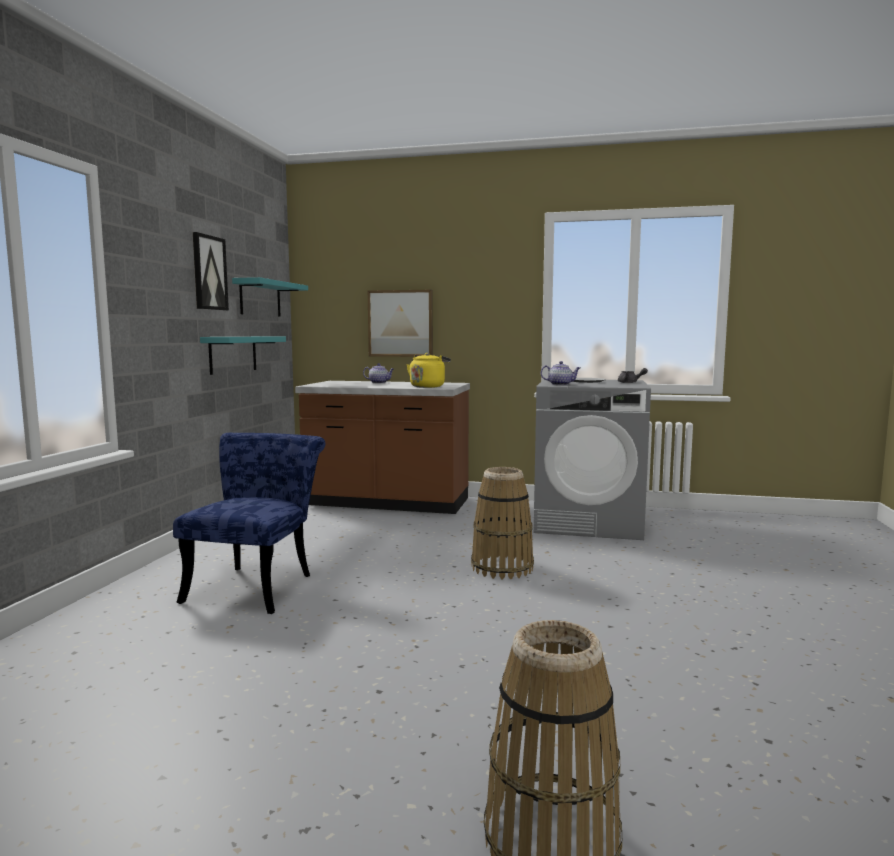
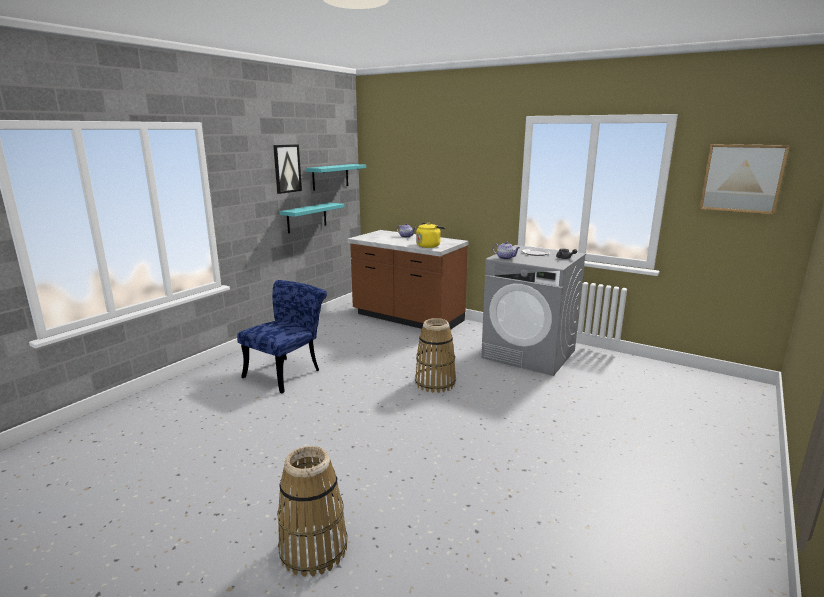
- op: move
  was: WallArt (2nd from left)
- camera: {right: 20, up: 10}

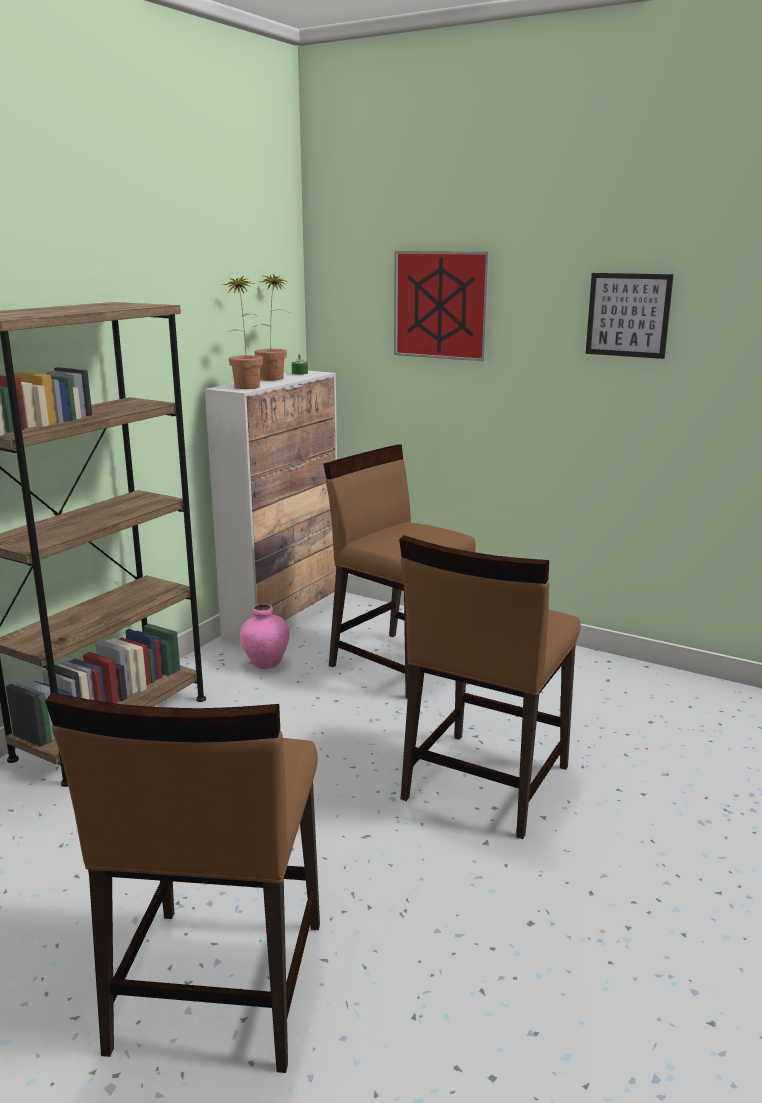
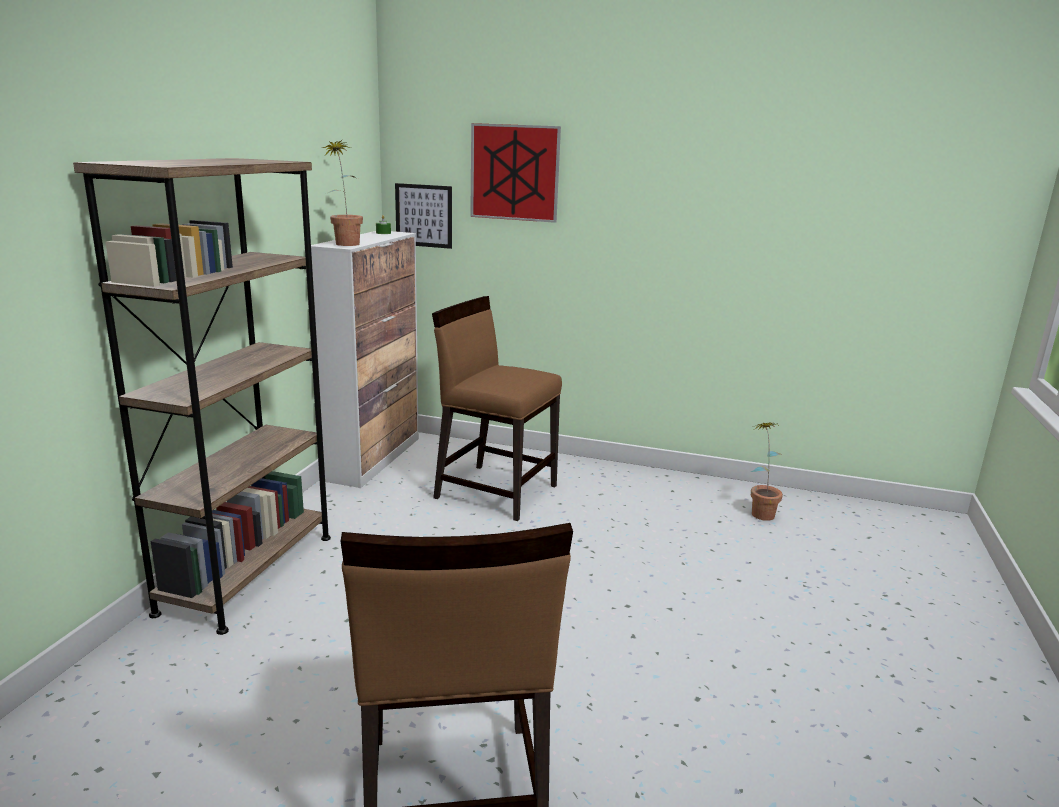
- op: move
  was: WallArt (2nd from left in the first image)
  now: WallArt (1st from left)
- op: move
  was: Houseplant (2nd from left)
- op: delete
  was: BrownishUprightChair (3rd from left)
- op: delete
  was: PinkColouredFlowerVase
- camera: {right: -15, up: 0}

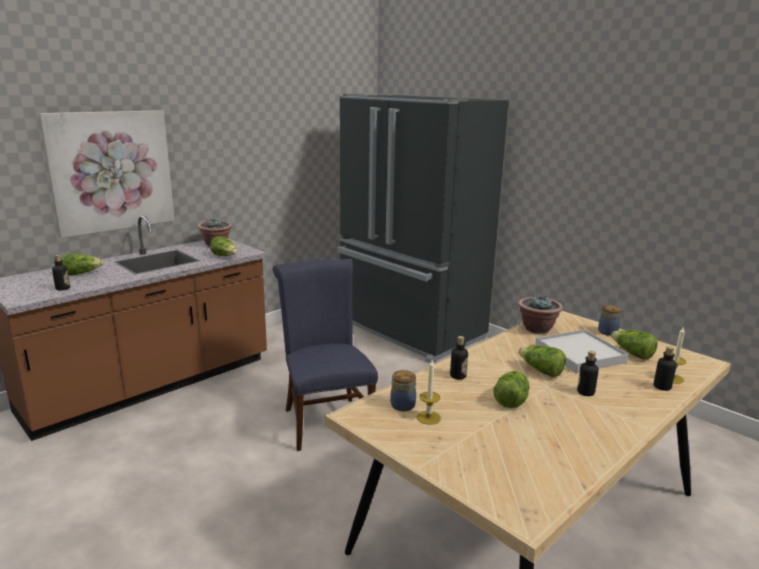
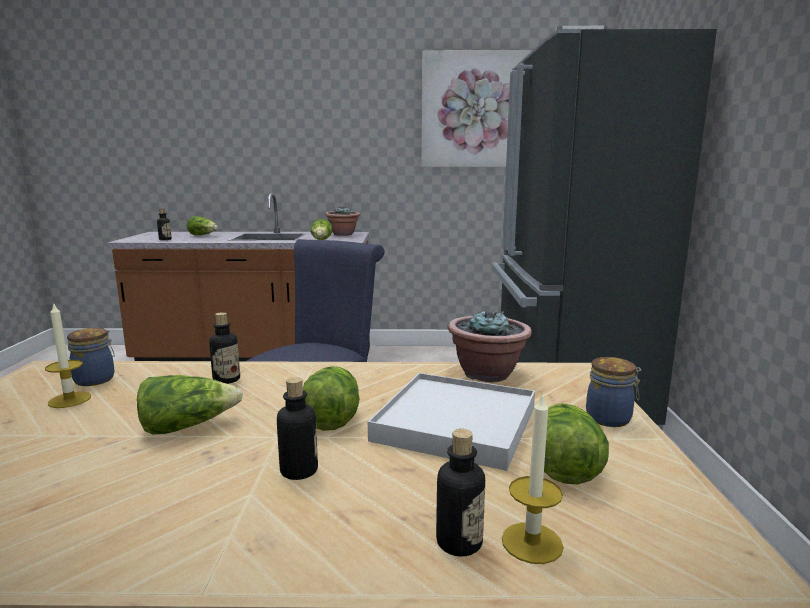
- op: move
  was: WallArt
- camera: {right: 45, up: -5}

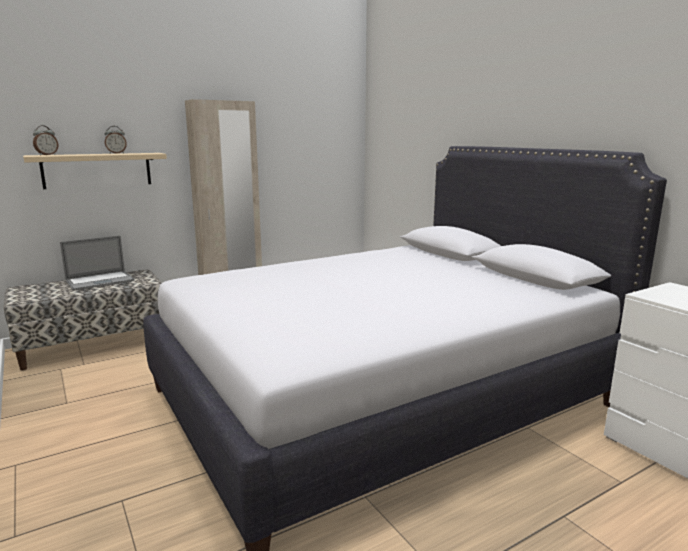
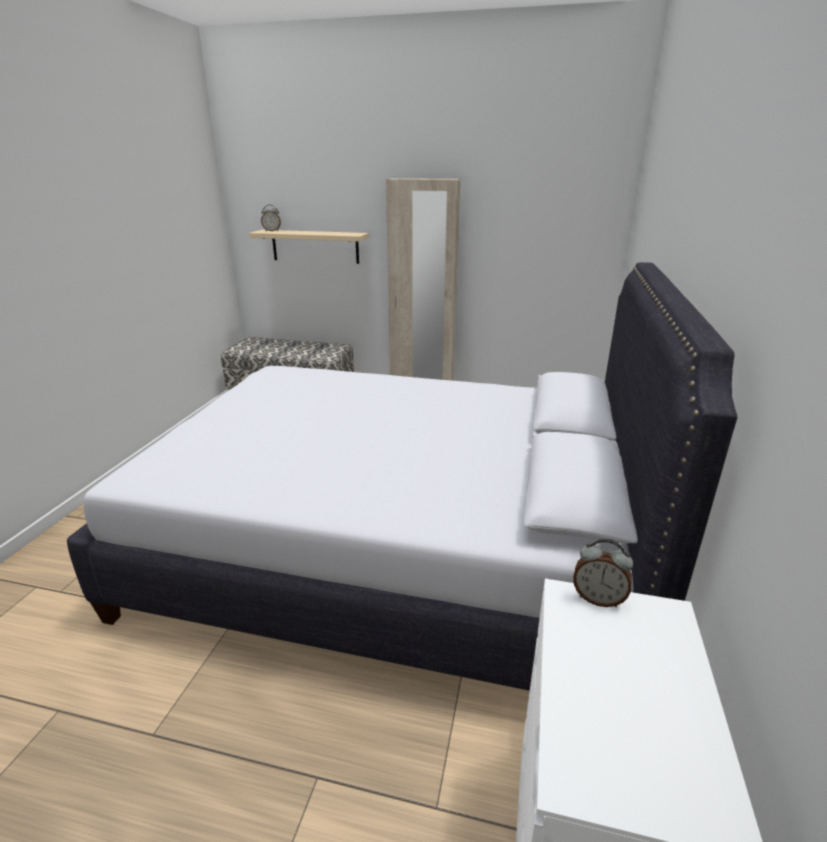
- op: move
  was: TableClock (2nd from left)
- op: delete
  was: Laptop
- camera: {right: 45, up: 10}

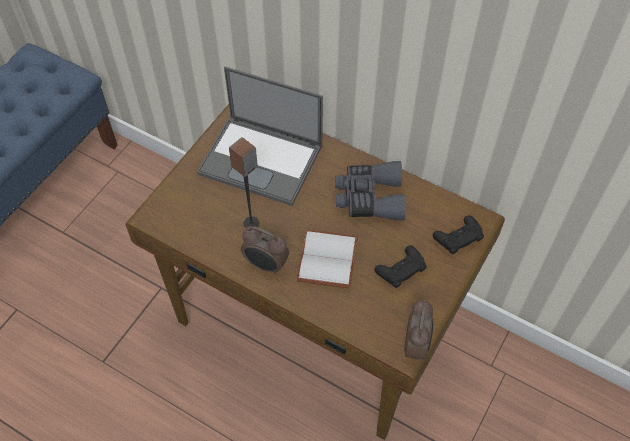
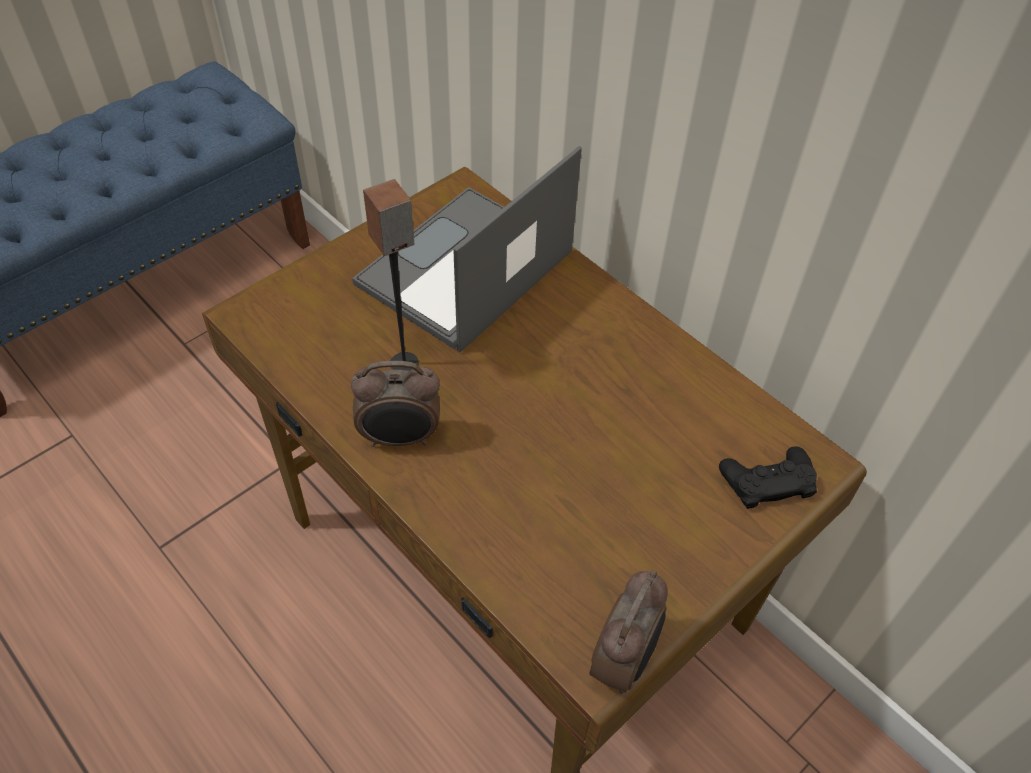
- op: rotate
  was: Laptop
  clockwise: 90
- op: delete
  was: GreyishFieldGlasses
- op: rotate
  was: TableClock (1st from left)
  clockwise: -45
- op: delete
  was: WhiteVolume
- op: delete
  was: BlackColouredJoypad (1st from left)
- camera: {right: 15, up: -5}

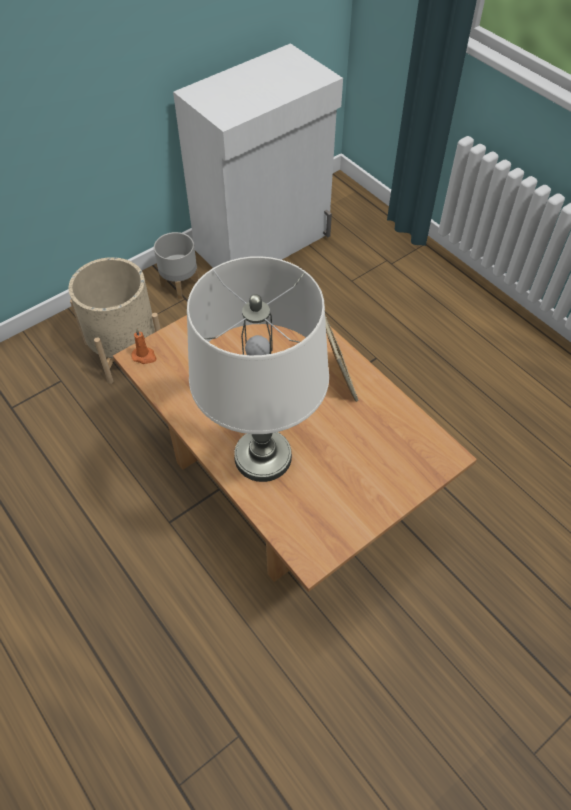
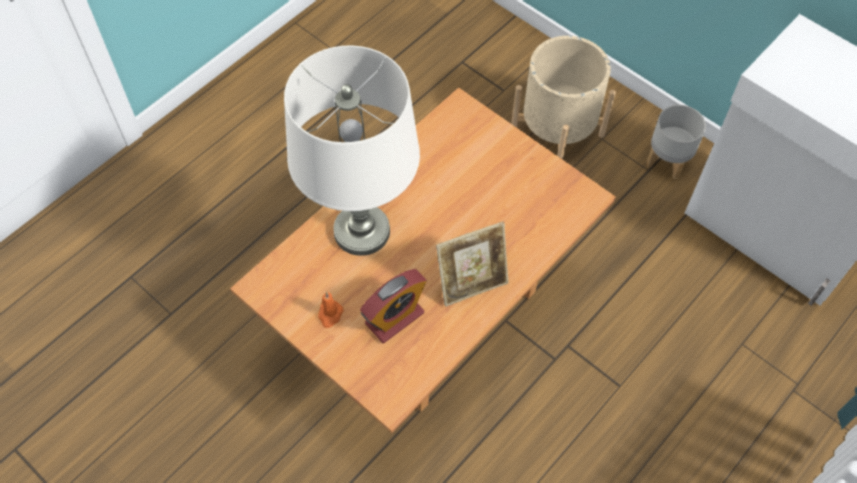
- op: move
  was: OrangeyWaxLight
- op: insert
  now: TableClock
- camera: {right: 80, up: 5}

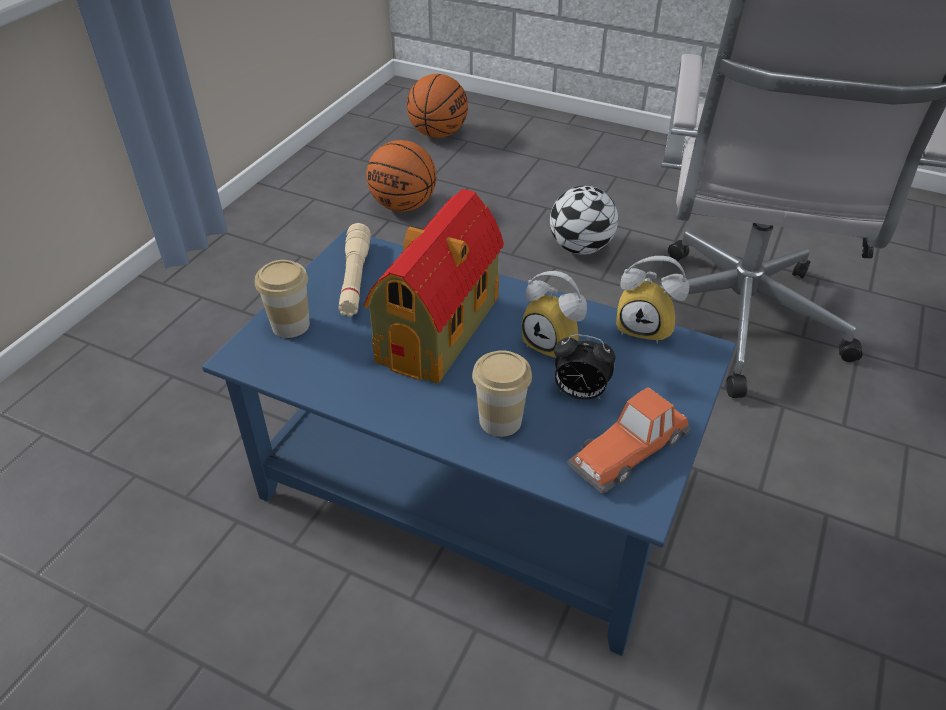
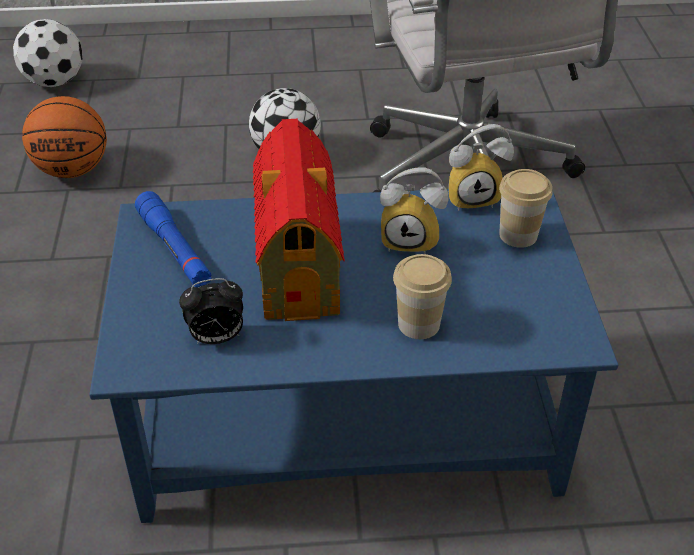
- op: replace
  was: Basketball (2nd from left)
  now: FootballBall (1st from left)
- op: recolor
  was: SandColouredHandTorch
  now: BluishHandTorch
- op: move
  was: SmallCup (1st from left in the first image)
  now: SmallCup (2nd from left)
- op: move
  was: TableClock (2nd from left in the first image)
  now: TableClock (1st from left)
- op: delete
  was: ToyCar
- camera: {right: -30, up: 0}

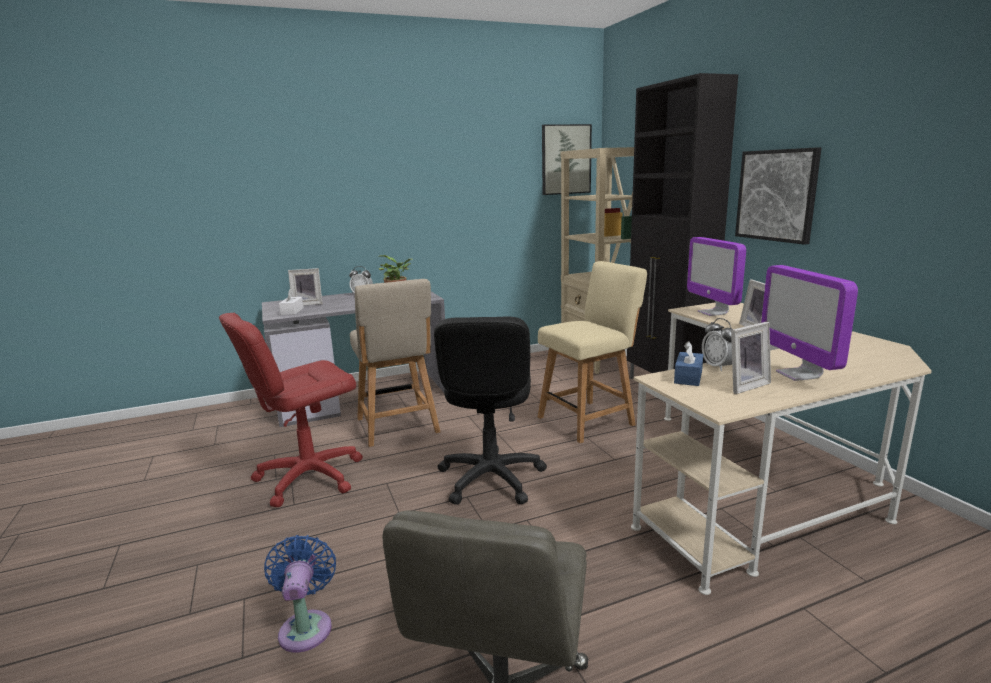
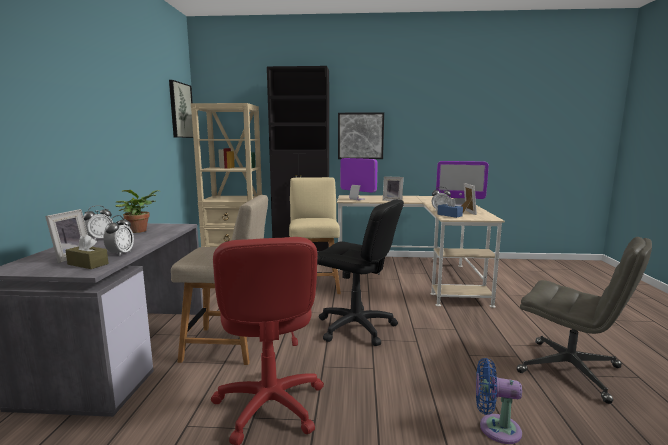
- op: rotate
  was: ComputerDisplay (1st from left)
  clockwise: -150
- op: recolor
  was: WhiteTissueBox
  now: BrownishTissueBox
- op: insert
  now: TableClock (2nd from left)
- camera: {right: -65, up: -5}

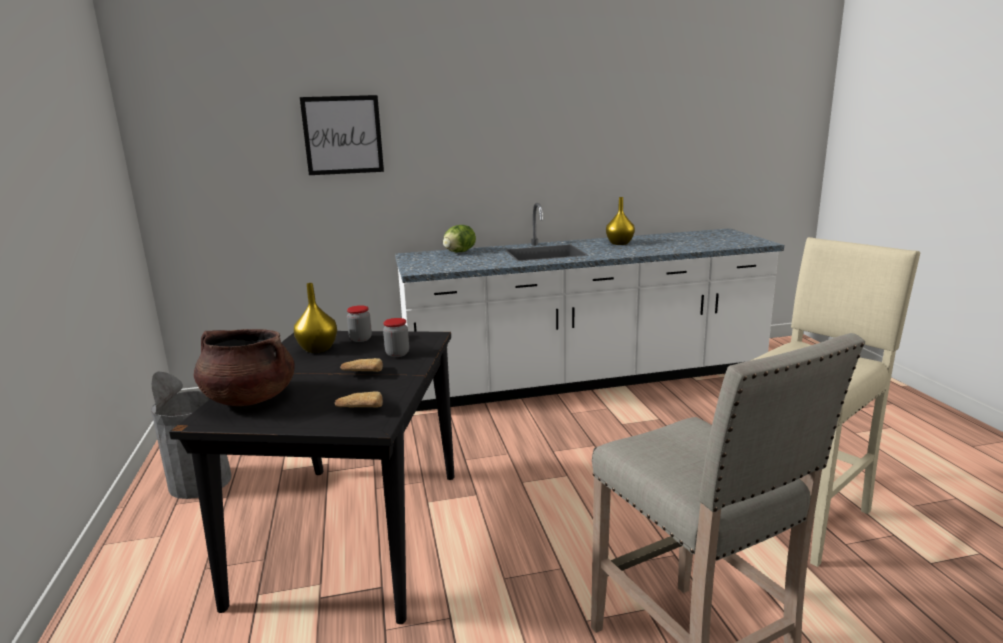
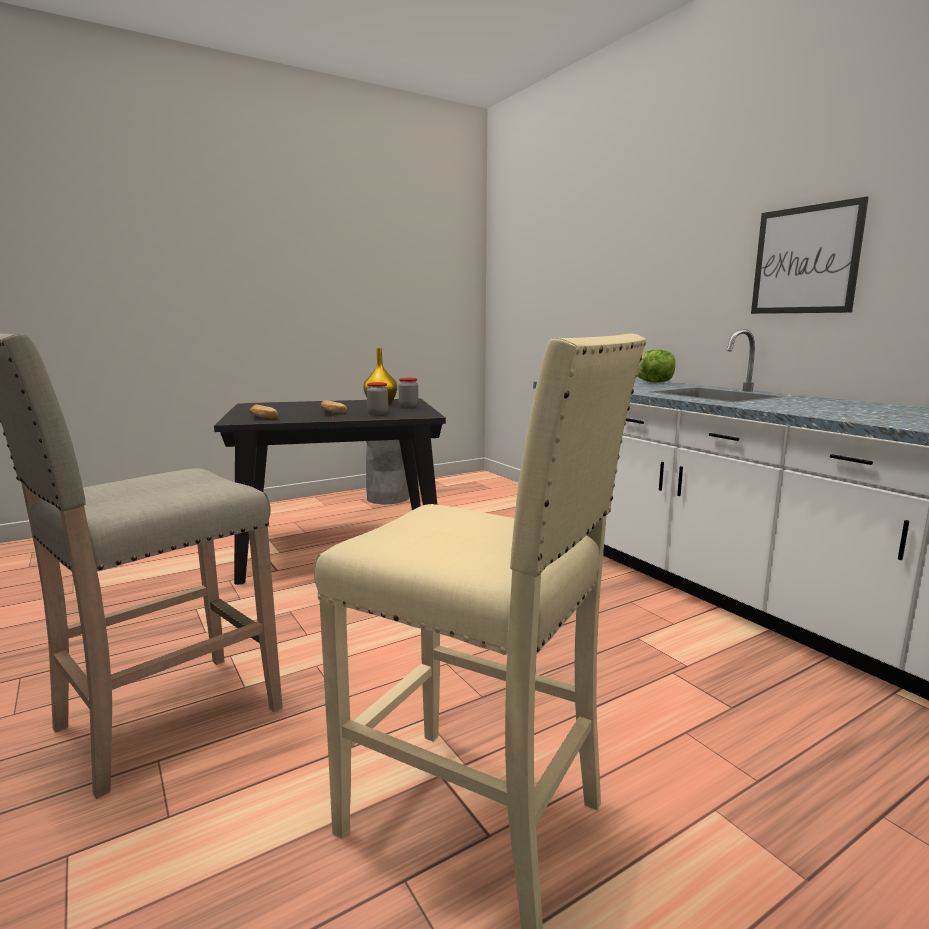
- op: move
  was: WallArt
- op: delete
  was: YellowFlowerVase (2nd from left)
- op: delete
  was: BrownishCookingPot
- camera: {right: 70, up: -5}

